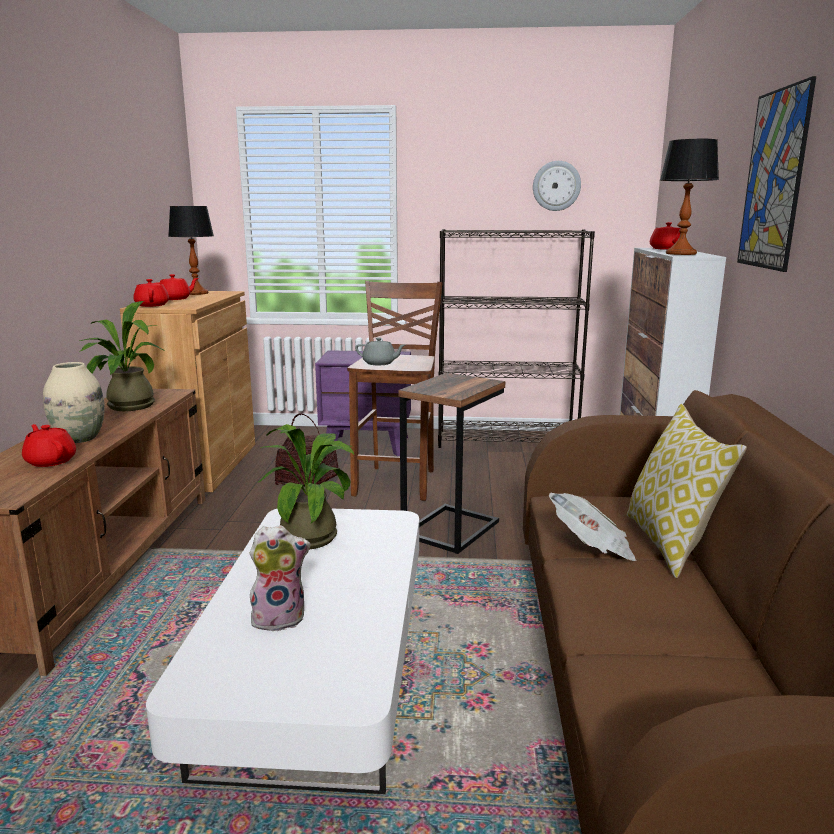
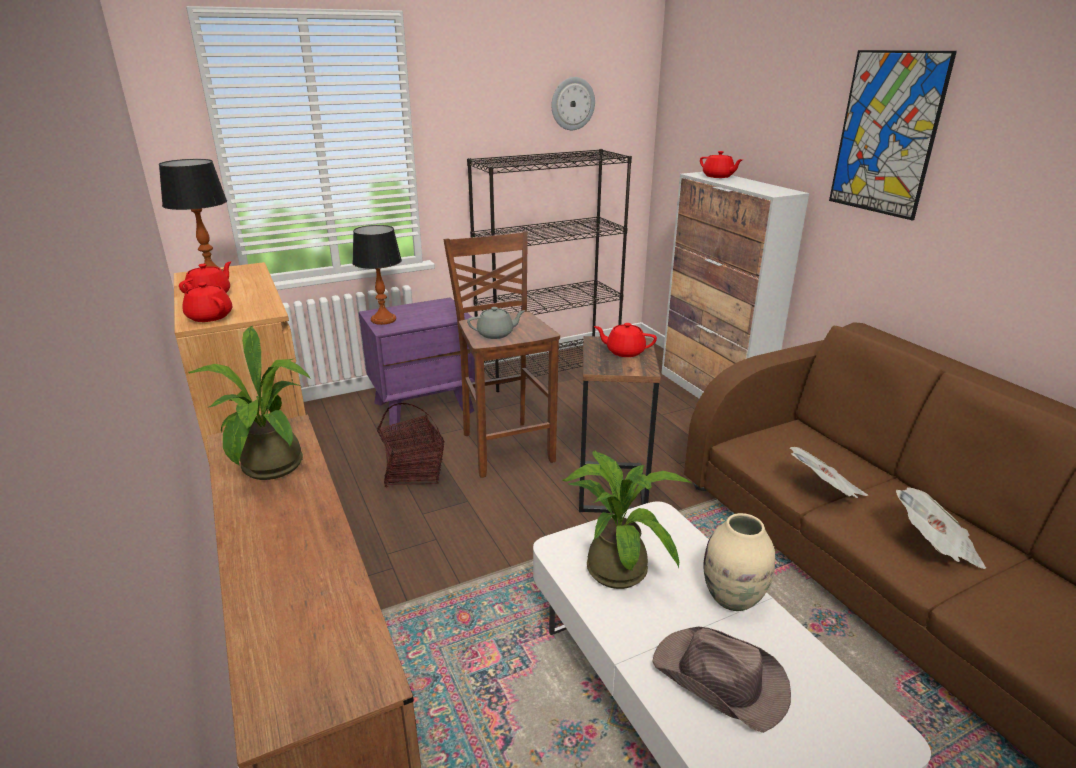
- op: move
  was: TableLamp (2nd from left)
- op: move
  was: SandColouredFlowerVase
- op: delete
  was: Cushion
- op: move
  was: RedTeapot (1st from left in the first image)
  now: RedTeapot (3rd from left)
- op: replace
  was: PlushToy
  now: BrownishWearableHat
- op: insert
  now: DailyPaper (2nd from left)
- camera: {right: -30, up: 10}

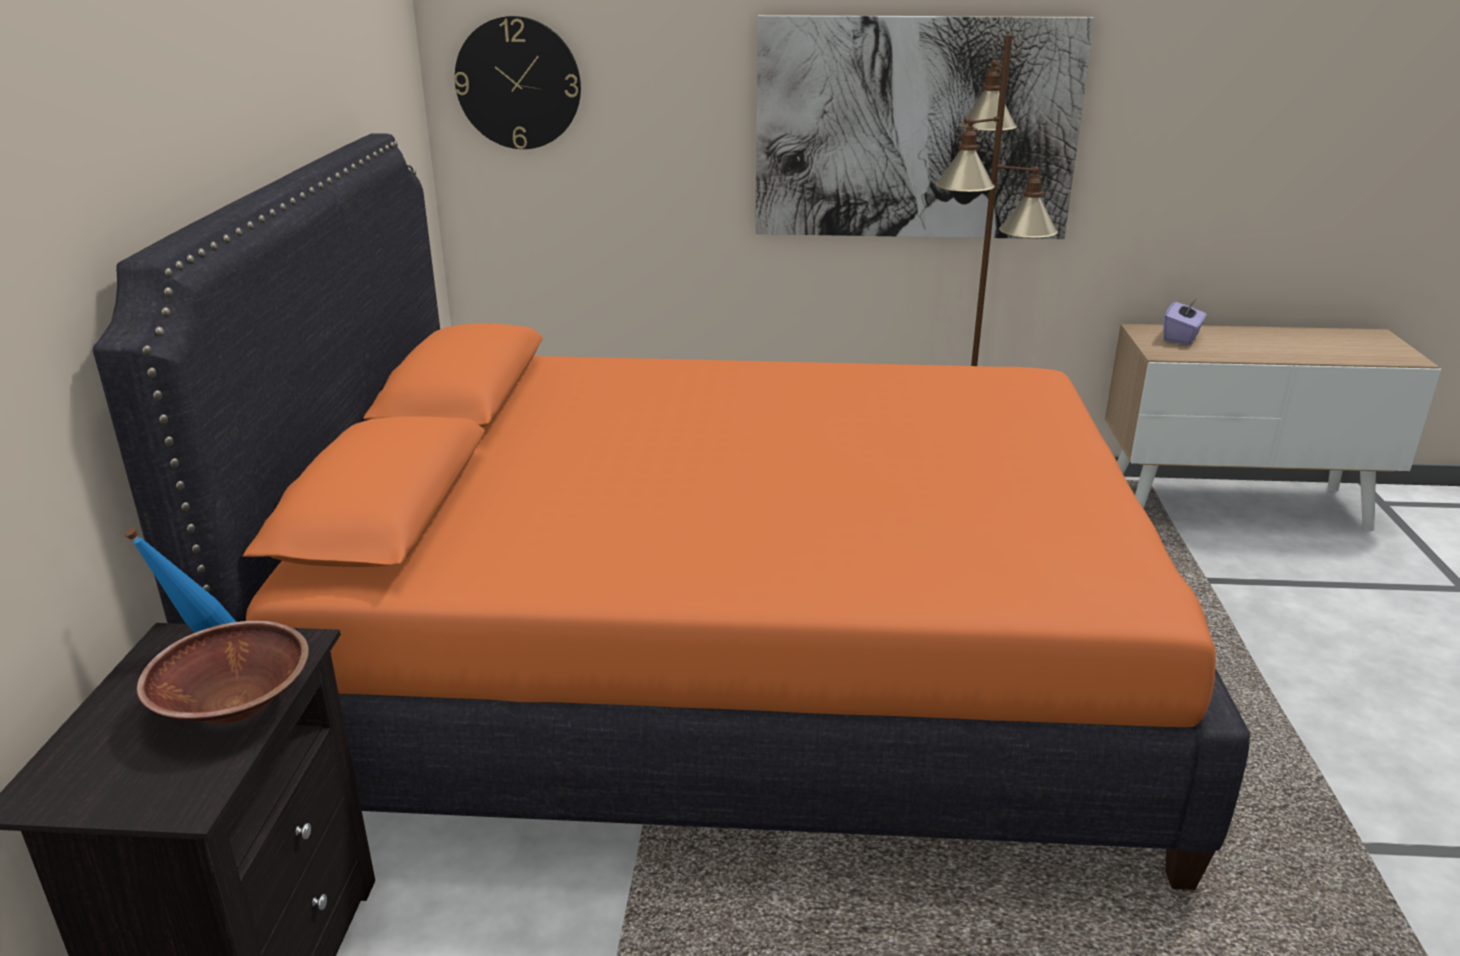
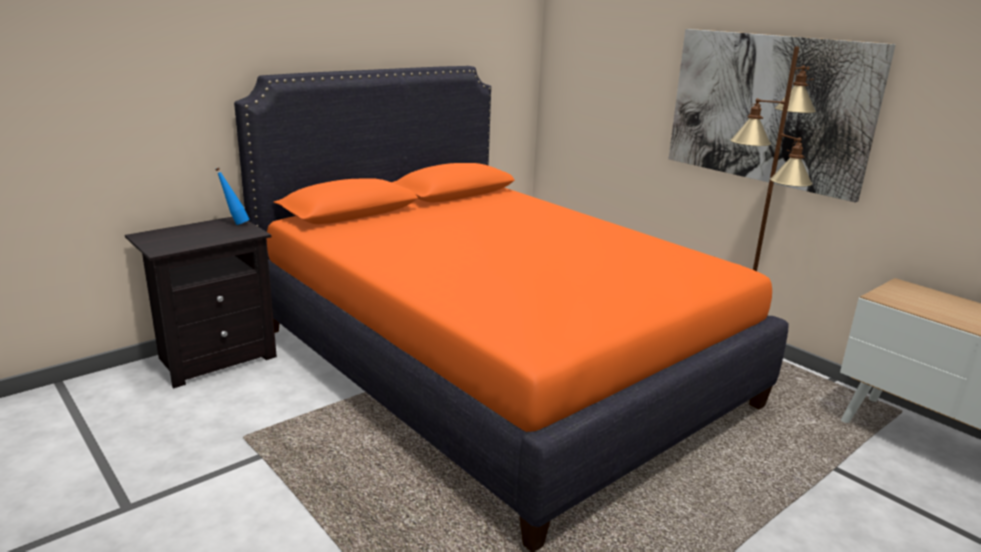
- op: delete
  was: ClockOnTheWall
- op: delete
  was: PurpleColouredTissueBox
- op: delete
  was: BrownishServingBowl
- camera: {right: 45, up: -5}

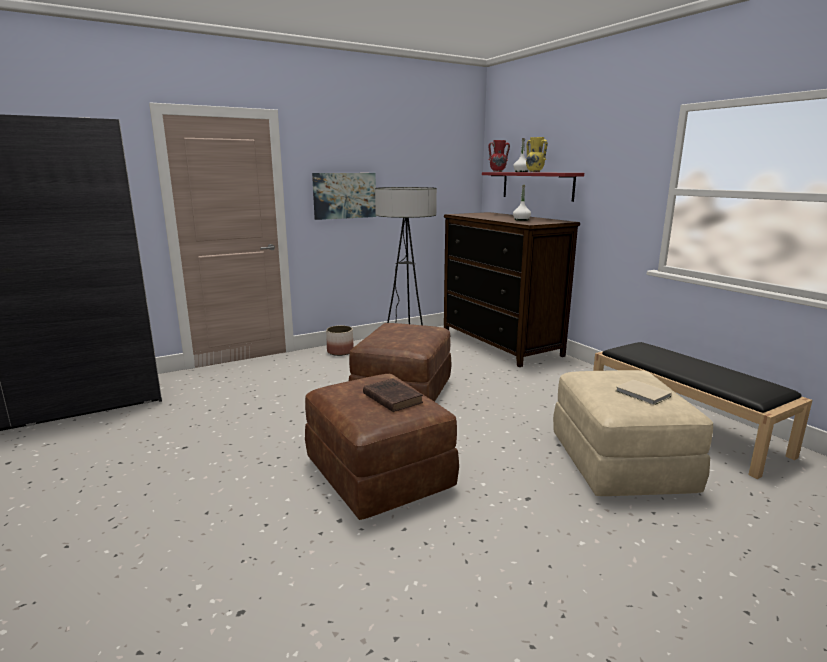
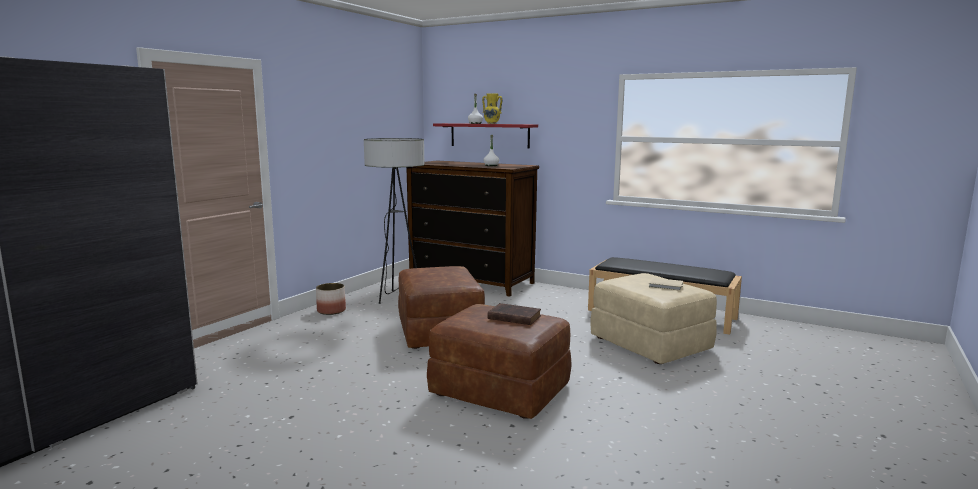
- op: delete
  was: RedFlowerVase
- op: delete
  was: WallArt
- camera: {right: -30, up: -5}

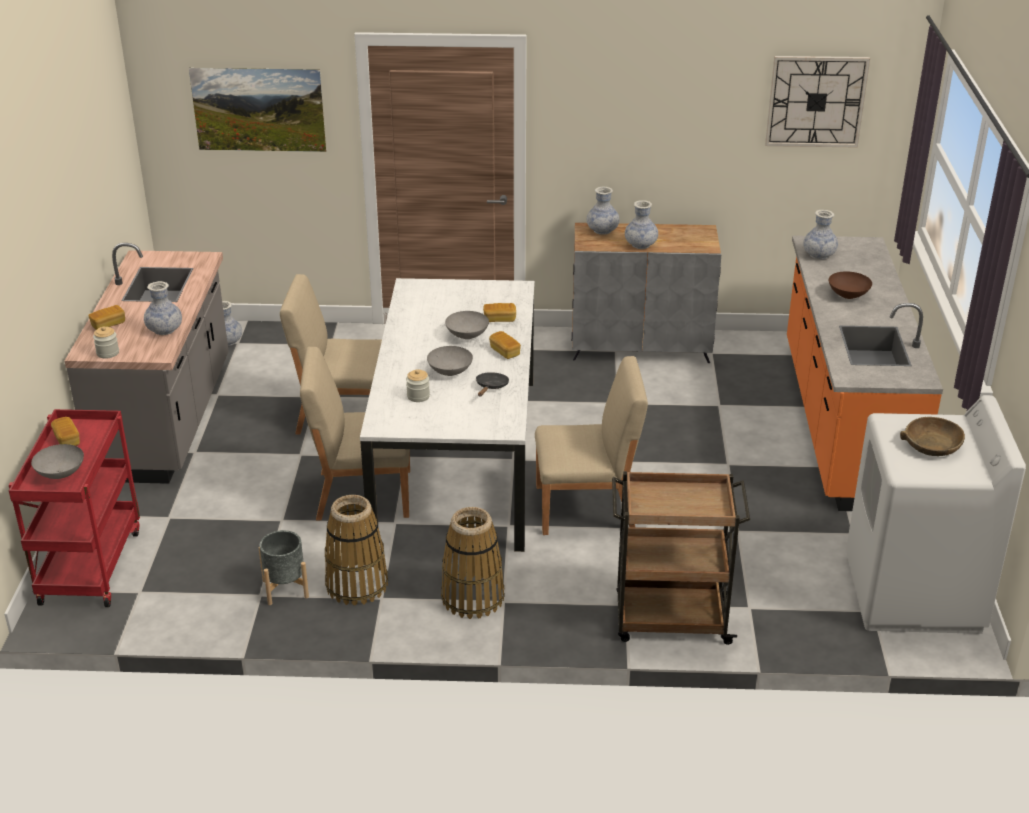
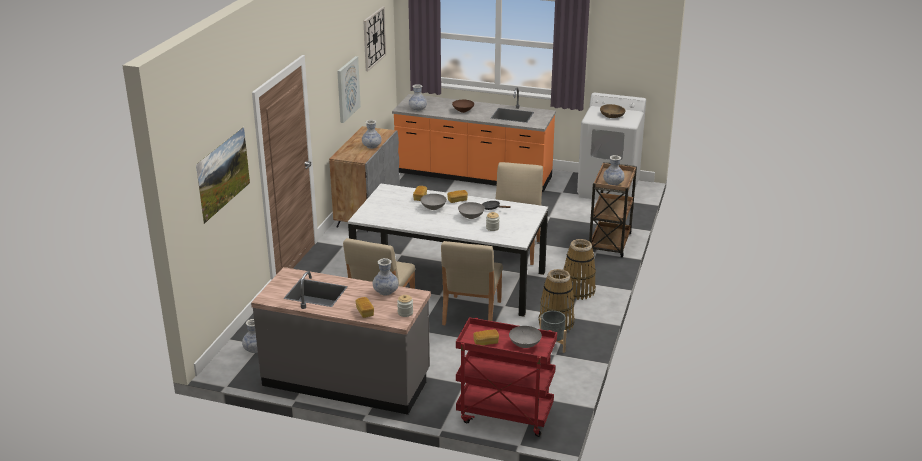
- op: move
  was: FlowerVase (3rd from left in the first image)
  now: FlowerVase (5th from left)
- op: insert
  now: WallArt (2nd from left)
- camera: {right: -75, up: -5}

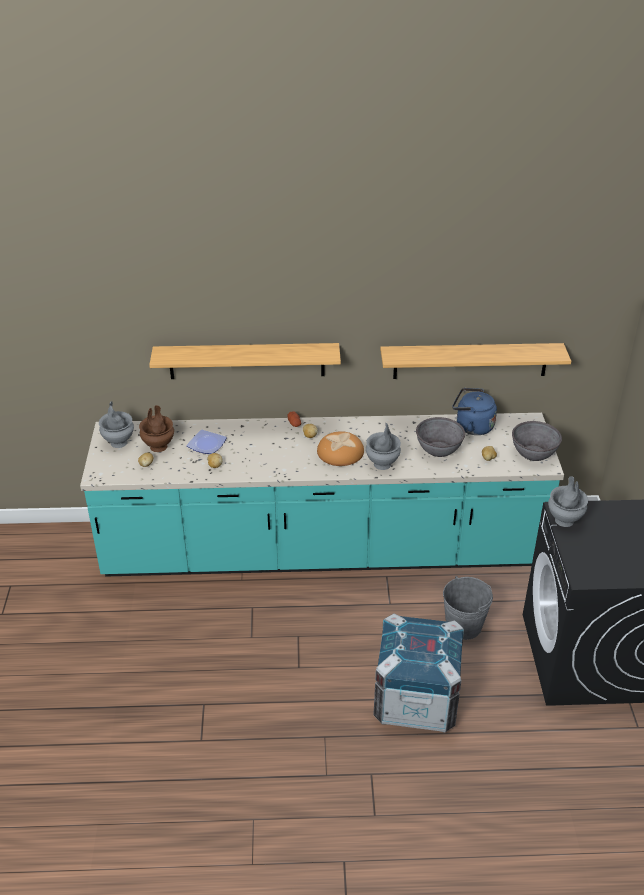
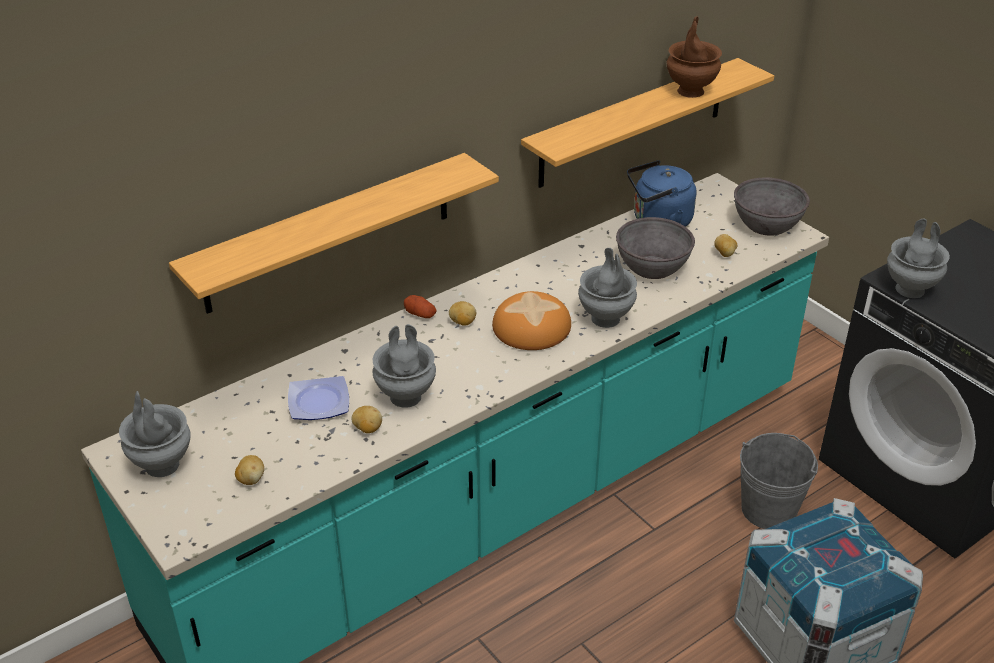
- op: move
  was: BrownishFlowerVase
- op: insert
  now: GreyishFlowerVase (2nd from left)
- camera: {right: -35, up: 0}

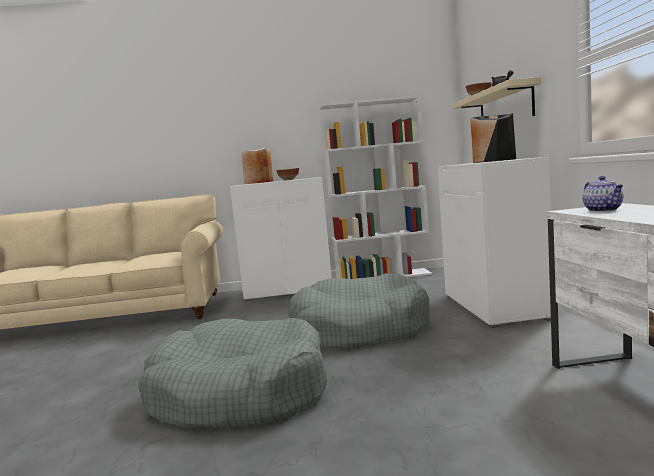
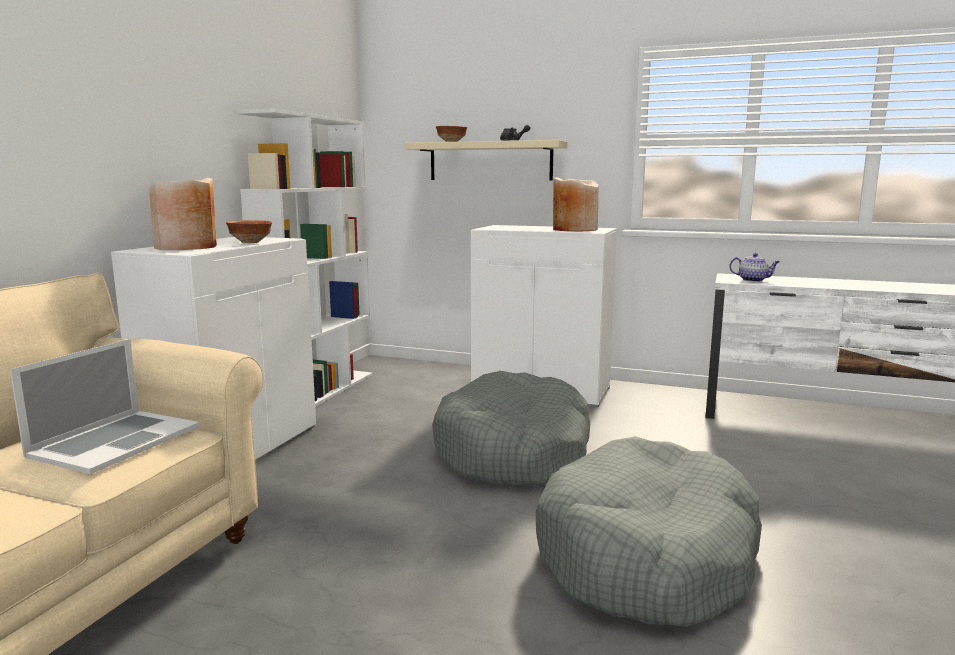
- op: recolor
  was: BlackColouredFlowerVase
  now: SandColouredFlowerVase (2nd from left)
- op: insert
  now: Laptop
- camera: {right: -65, up: 5}

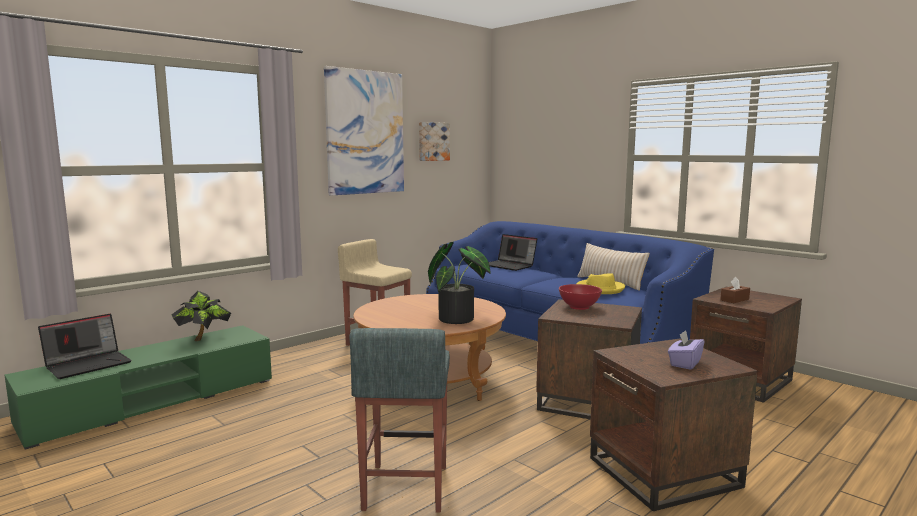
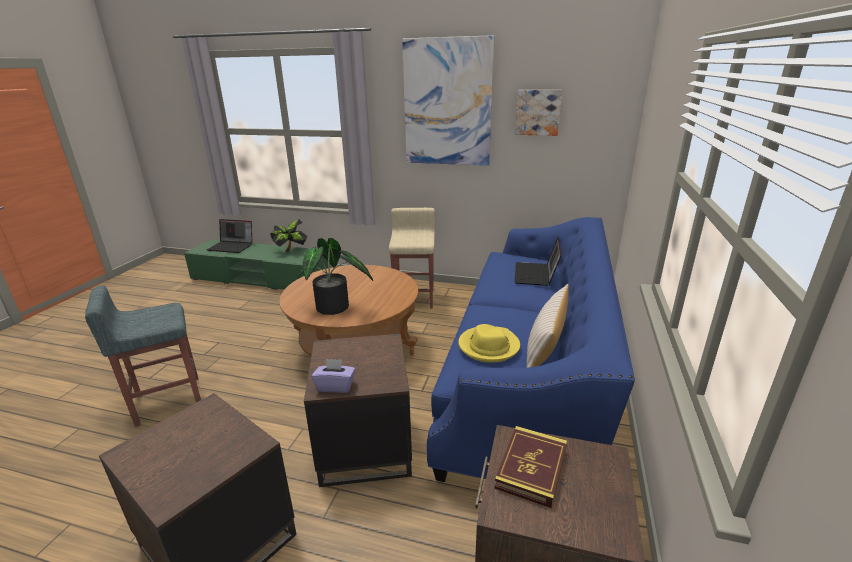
- op: replace
  was: BrownishTissueBox
  now: Volume
- op: delete
  was: RedServingBowl
- op: move
  was: PurpleColouredTissueBox
- camera: {right: 60, up: 15}

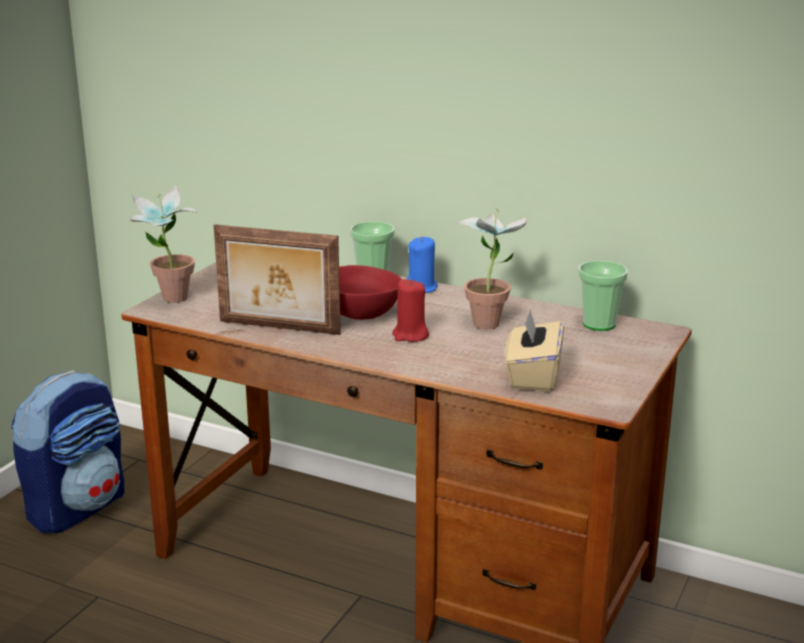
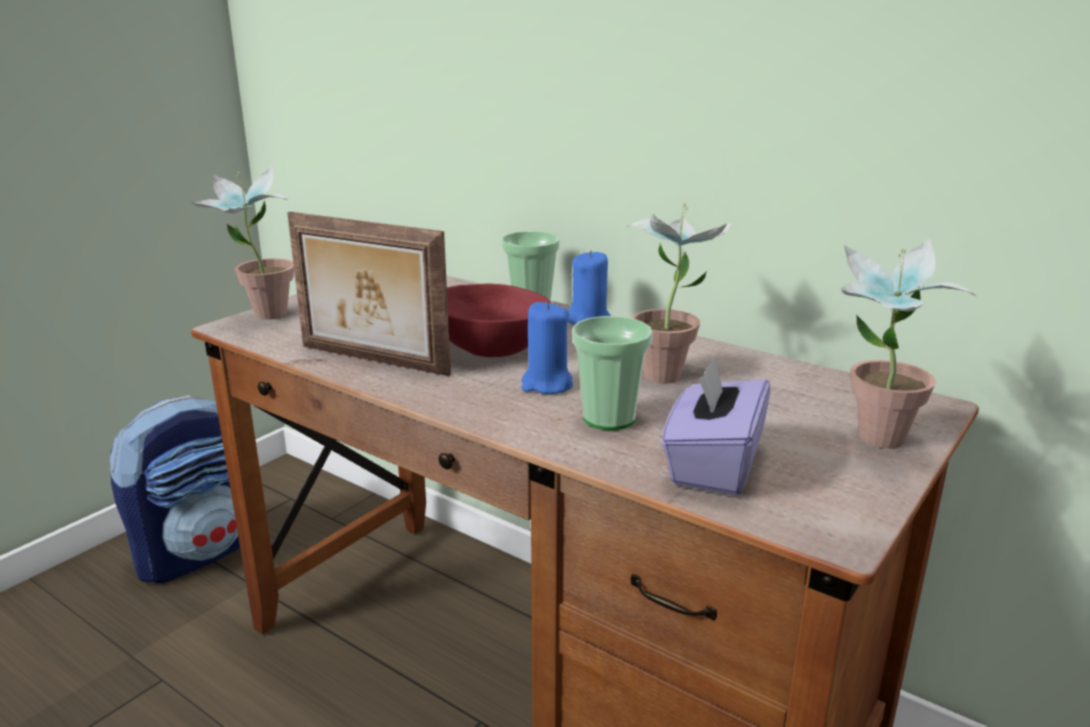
- op: move
  was: SmallCup (2nd from left)
- op: recolor
  was: RedWaxLight
  now: BluishWaxLight (1st from left)
- op: recolor
  was: SandColouredTissueBox
  now: PurpleColouredTissueBox
- op: insert
  now: Houseplant (3rd from left)
- camera: {right: 10, up: 0}

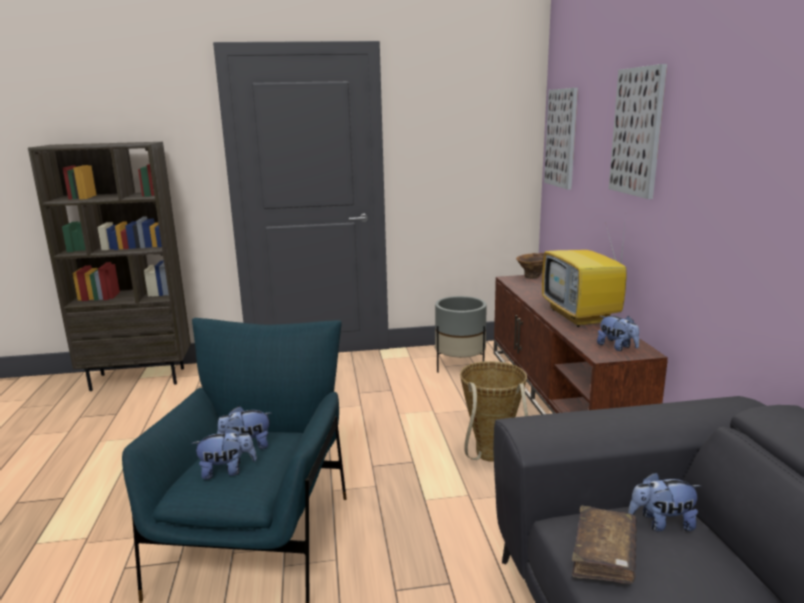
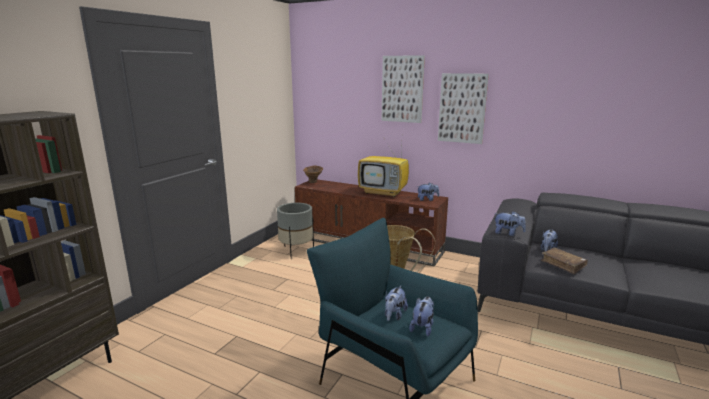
- op: move
  was: WallArt (1st from left in the first image)
  now: WallArt (2nd from left)
- op: insert
  now: PlushToy (4th from left)
- camera: {right: -55, up: 0}

